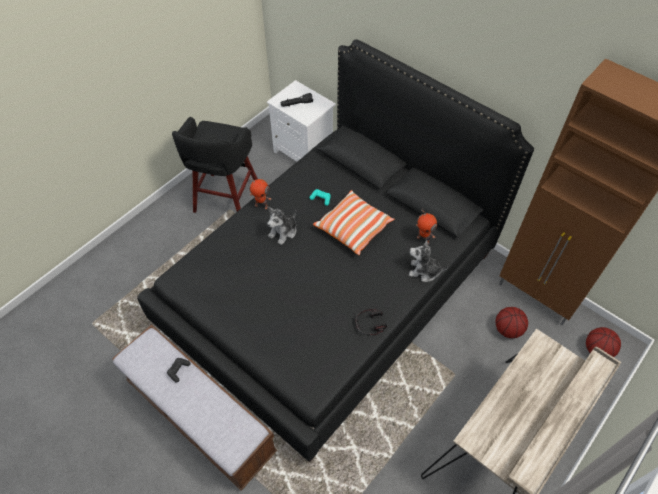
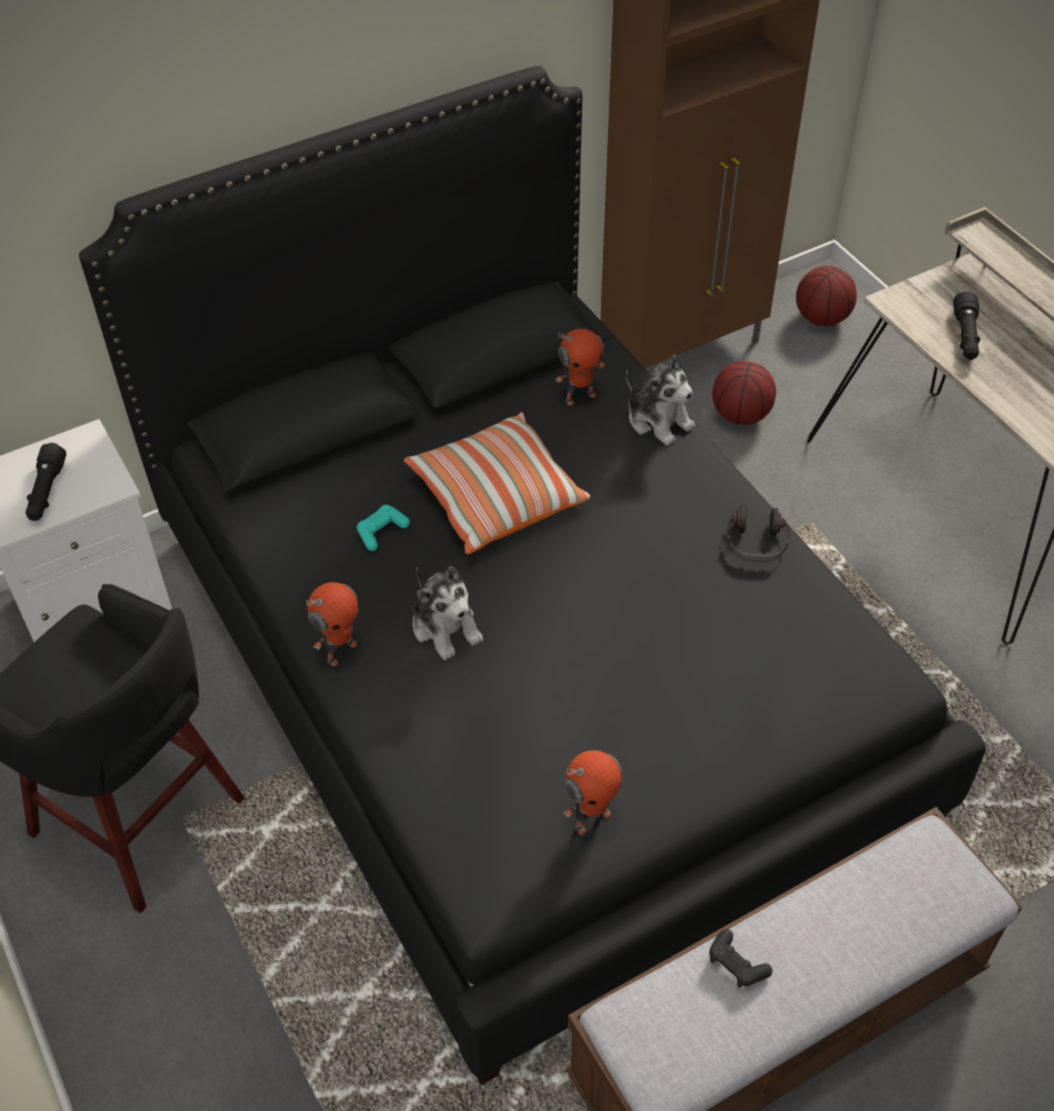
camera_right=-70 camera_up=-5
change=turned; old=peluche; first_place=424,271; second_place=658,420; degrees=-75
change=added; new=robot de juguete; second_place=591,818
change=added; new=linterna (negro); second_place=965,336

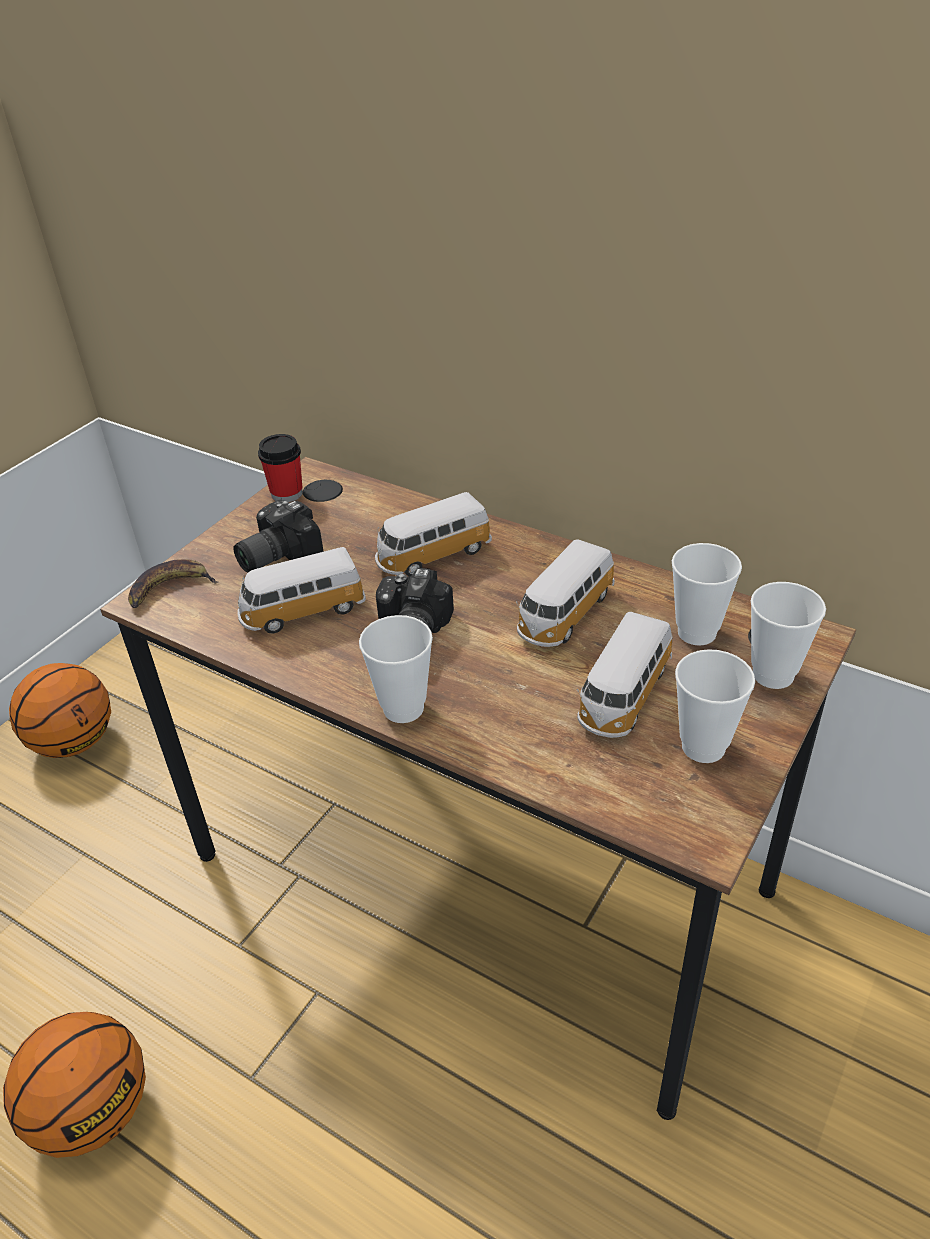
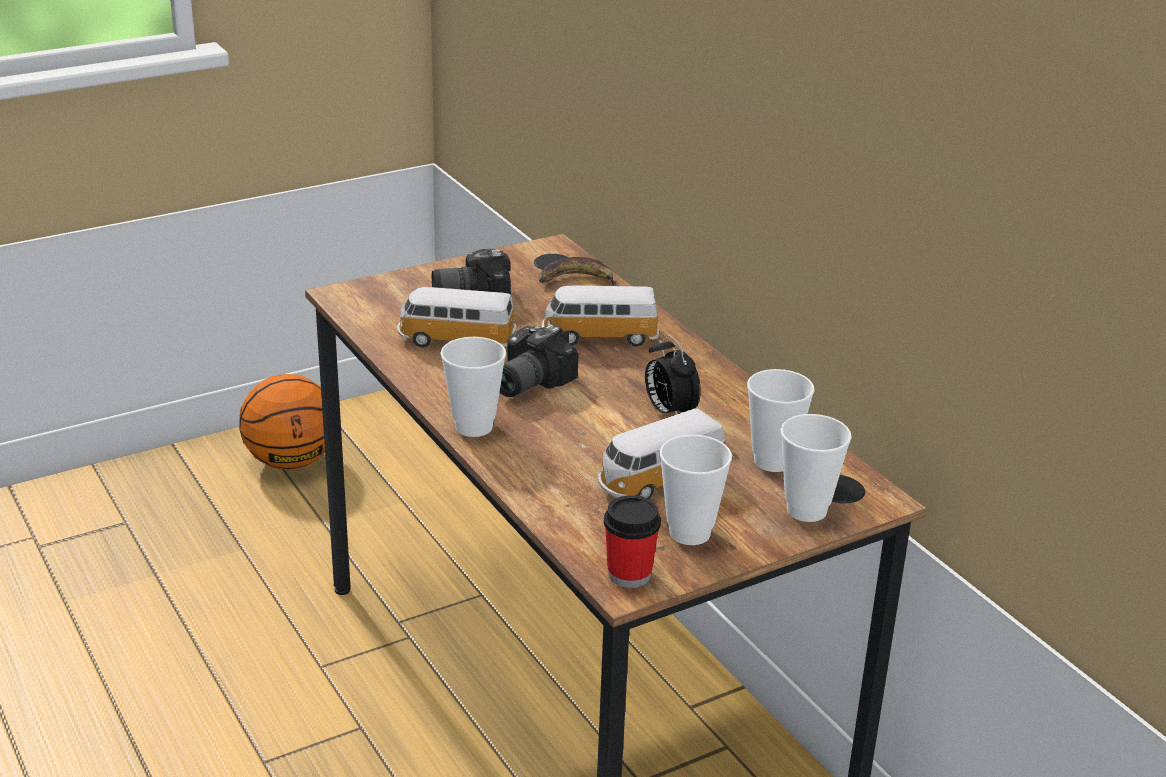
camera_right=25 camera_up=-10
change=removed; old=balón de baloncesto; first_place=94,1111
change=moved; old=plátano; first_place=169,589; second_place=576,280
change=moved; old=taza; first_place=287,493; second_place=629,574
change=replaced; old=coche de juguete; new=despertador; first_place=564,615; second_place=669,412

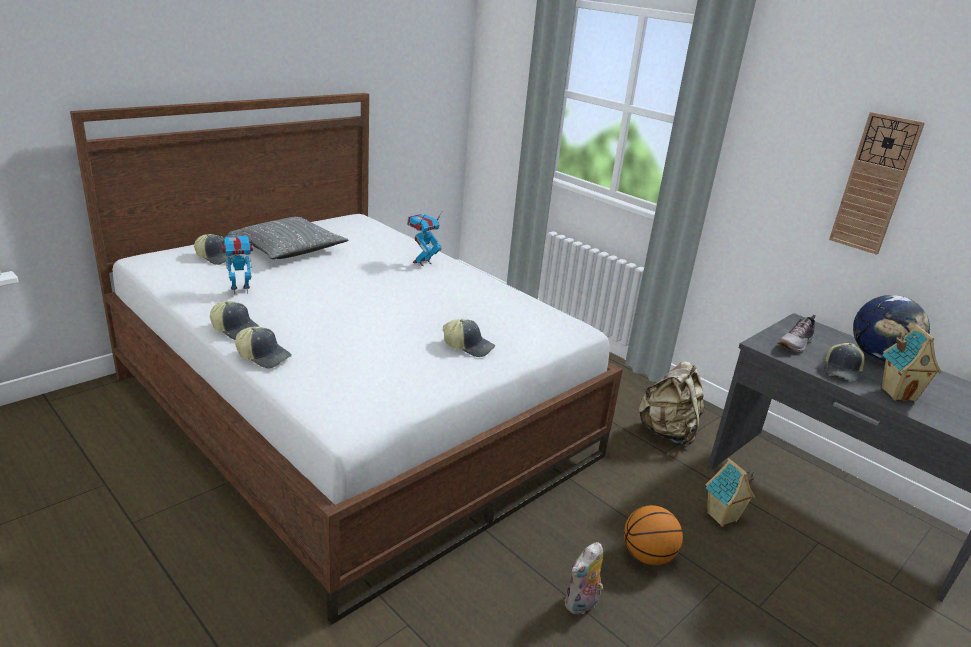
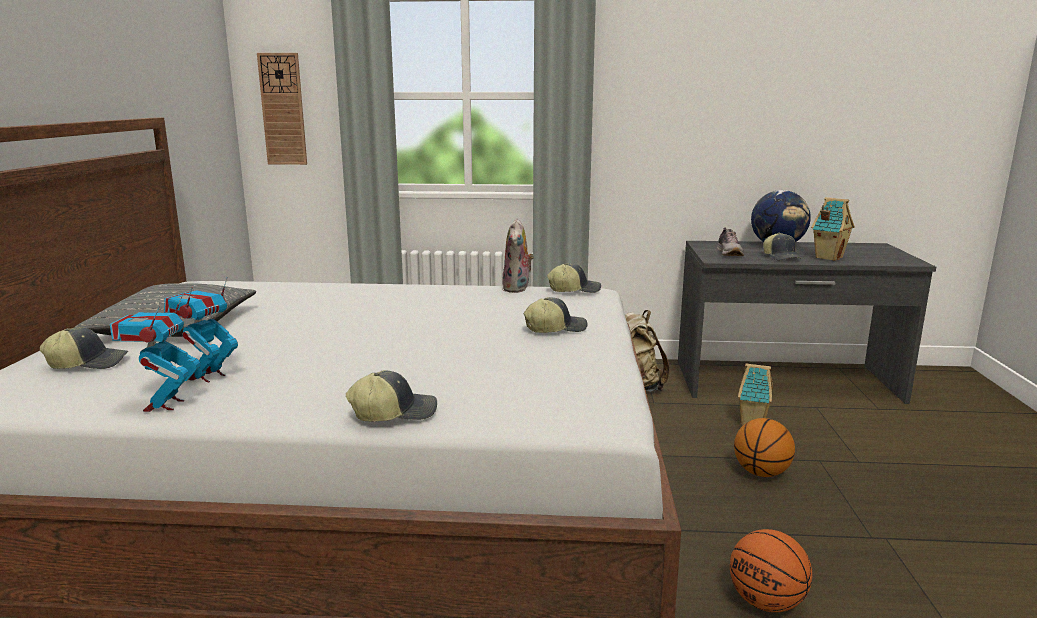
camera_right=-40 camera_up=-10
change=moved; old=gorra; first_place=236,329; second_place=574,290
change=moved; old=robot de juguete; first_place=422,262; second_place=164,405
change=moved; old=peluche; first_place=582,605; second_place=518,289
change=moved; old=reloj de pared; first_place=874,184; second_place=283,109
change=added; new=balón de baloncesto; second_place=766,602

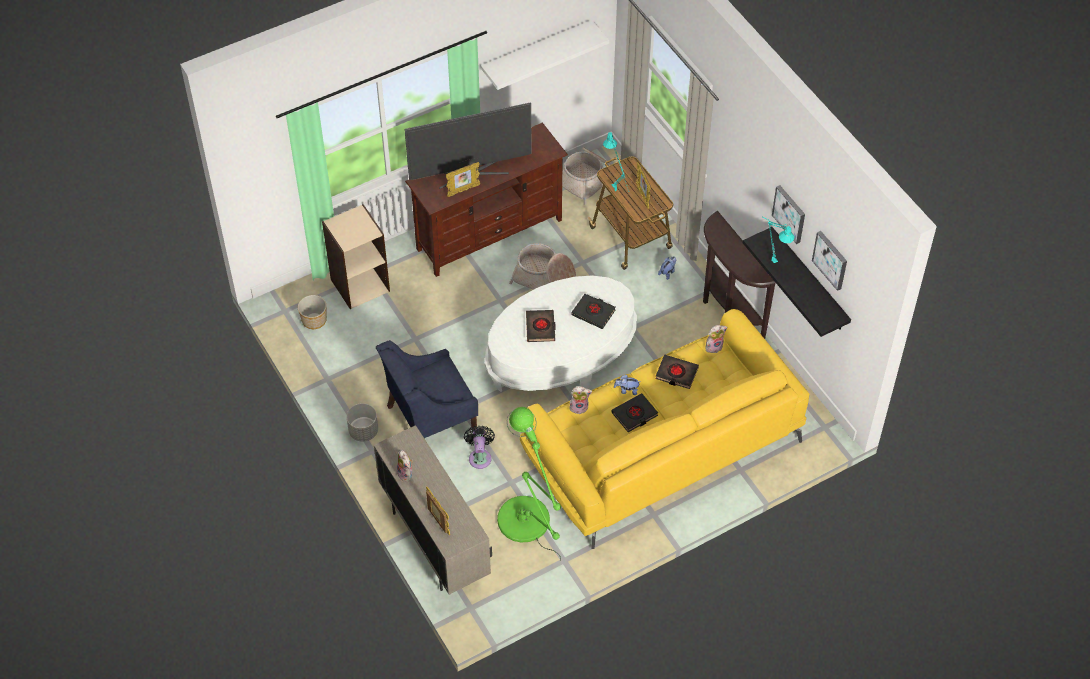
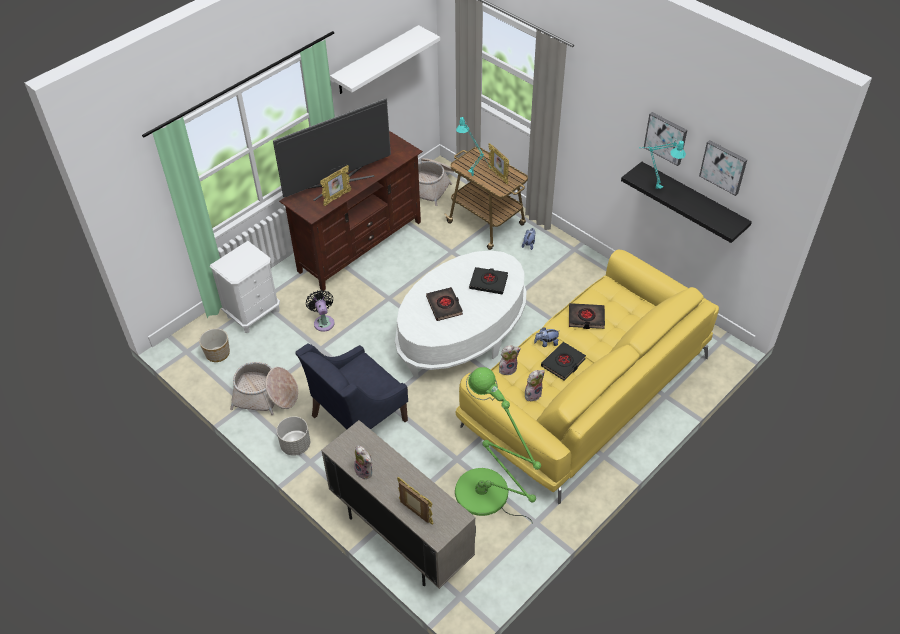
camera_right=-15 camera_up=-5
change=replaced; old=estantería (beis); new=mesita de noche (blanco); first_place=360,285; second_place=253,313
change=moved; old=ventilador (negro); first_place=480,456; second_place=323,321
change=moved; old=cesta; first_place=544,278; second_place=265,396
change=removed; old=mesa consola (marrón); first_place=726,310
change=moved; old=peluche; first_place=714,346; second_place=533,394

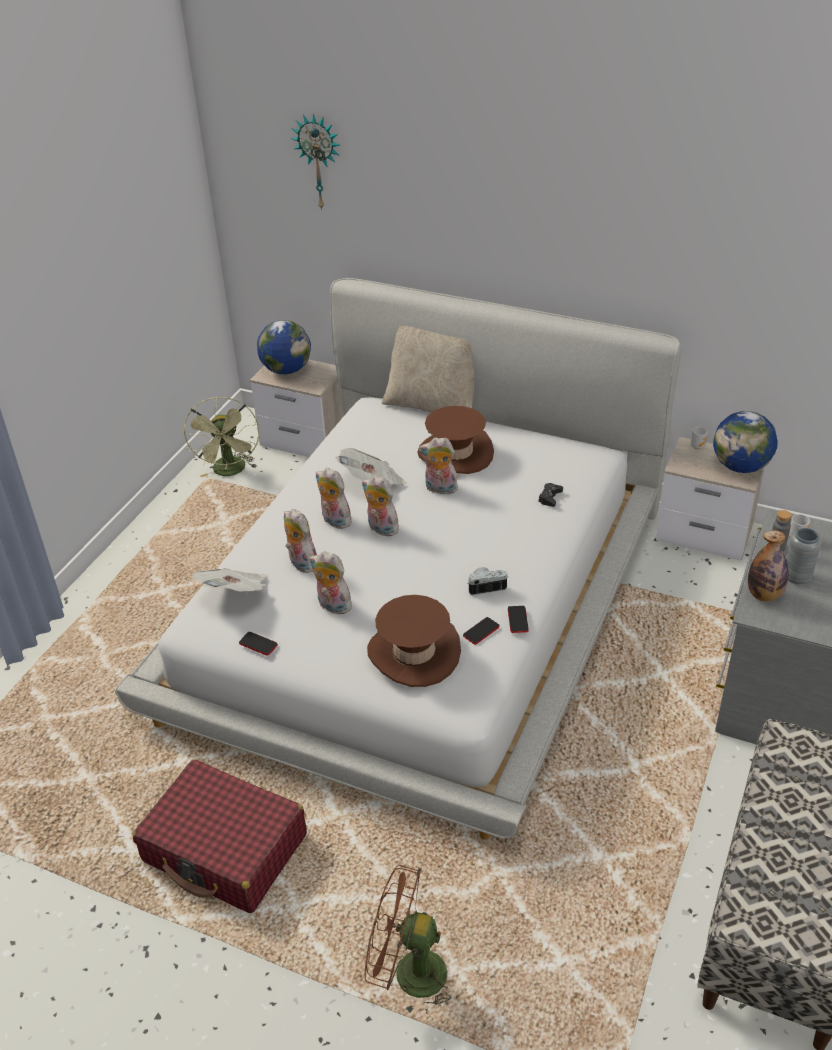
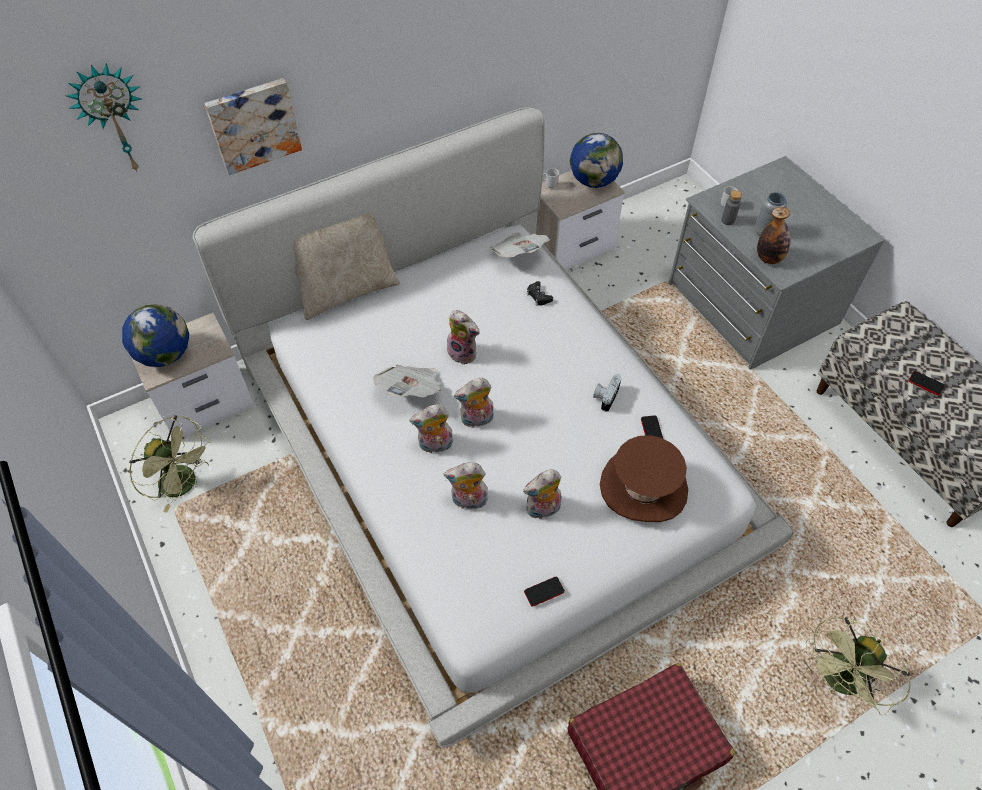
camera_right=-55 camera_up=15
change=moved; old=periódico; first_place=235,593; second_place=519,255
change=recoloured; old=ventilador (marrón); new=ventilador (verde); first_place=408,974; second_place=839,682
change=removed; old=sombrero (marrón); first_place=455,453
change=turned; old=peluche; first_place=439,489; second_place=464,353; degrees=-105
change=moved; old=móvil; first_place=518,620; second_place=926,383
change=added; new=cuadro; second_place=253,124

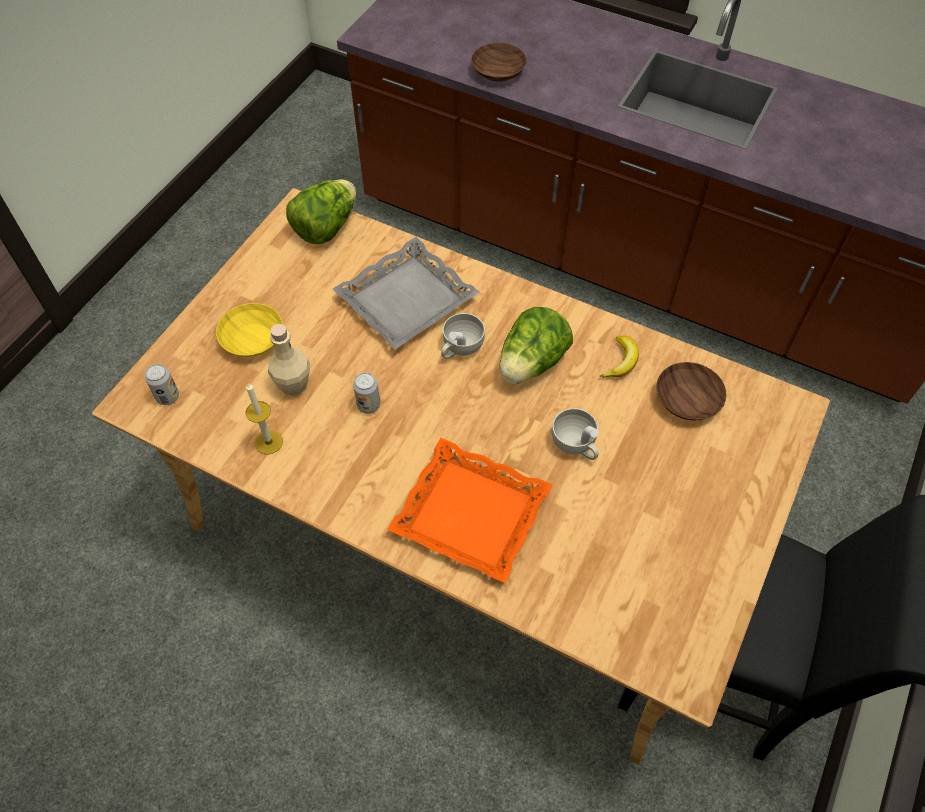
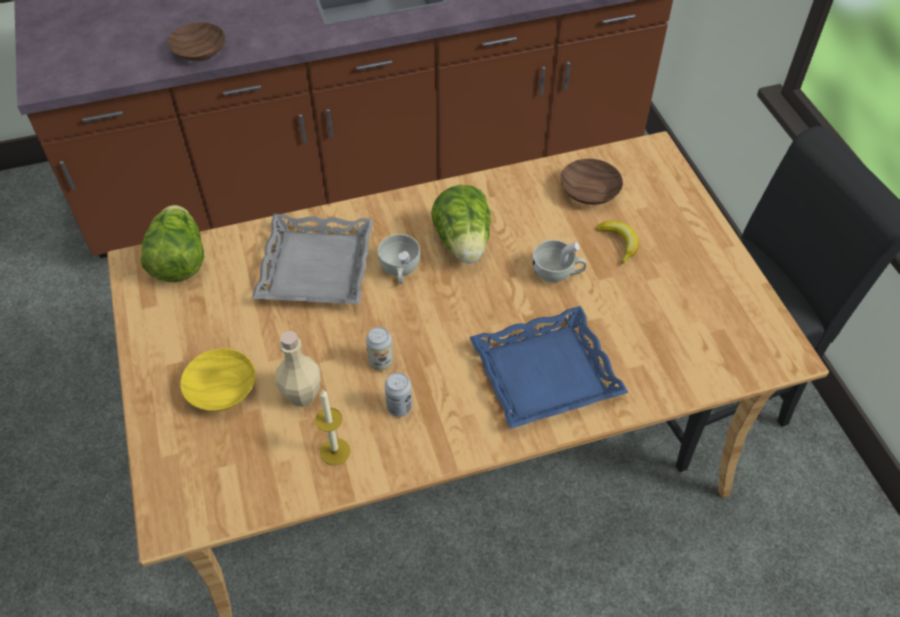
camera_right=-45 camera_up=-5
change=moved; old=lata; first_place=168,397; second_place=399,407
change=recoloured; old=bandeja (naranja); new=bandeja (azul); first_place=470,515; second_place=546,374
change=moved; old=plátano; first_place=621,361; second_place=619,243

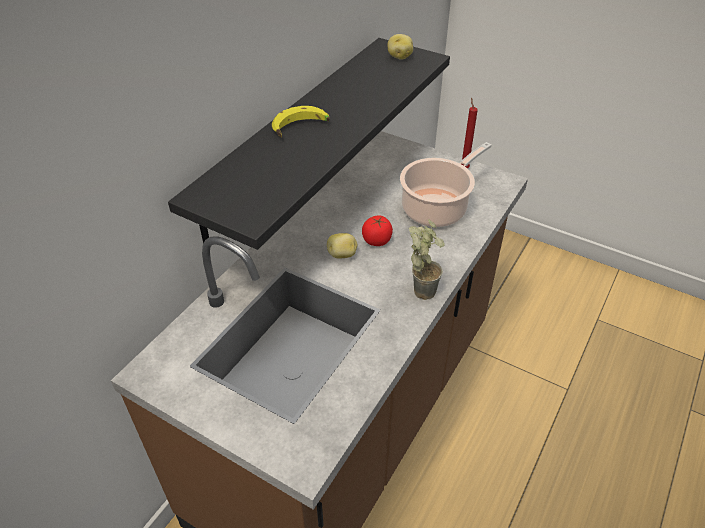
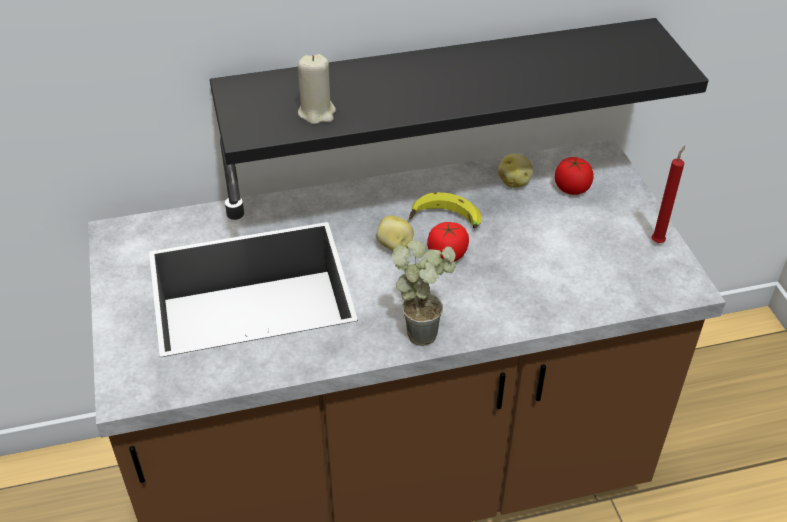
camera_right=45 camera_up=0
change=moved; old=plátano; first_place=301,129; second_place=445,221
change=moved; old=patata; first_place=399,57; second_place=514,182
change=removed; old=olla; first_place=437,207
change=added; new=vela (beis); second_place=317,113
change=added; new=tomate; second_place=572,188

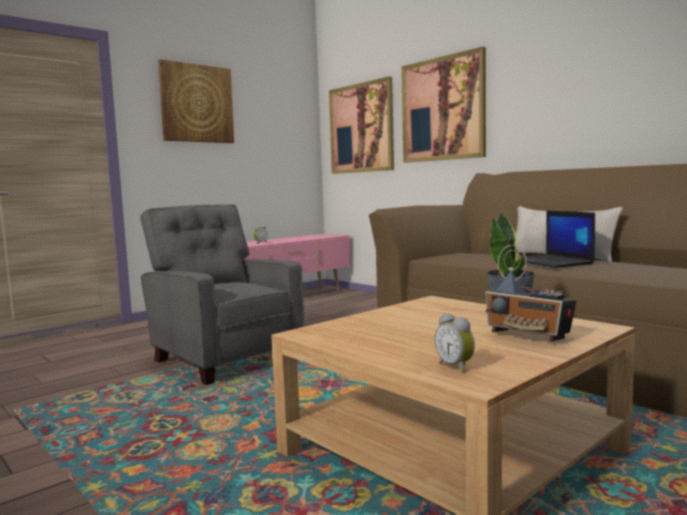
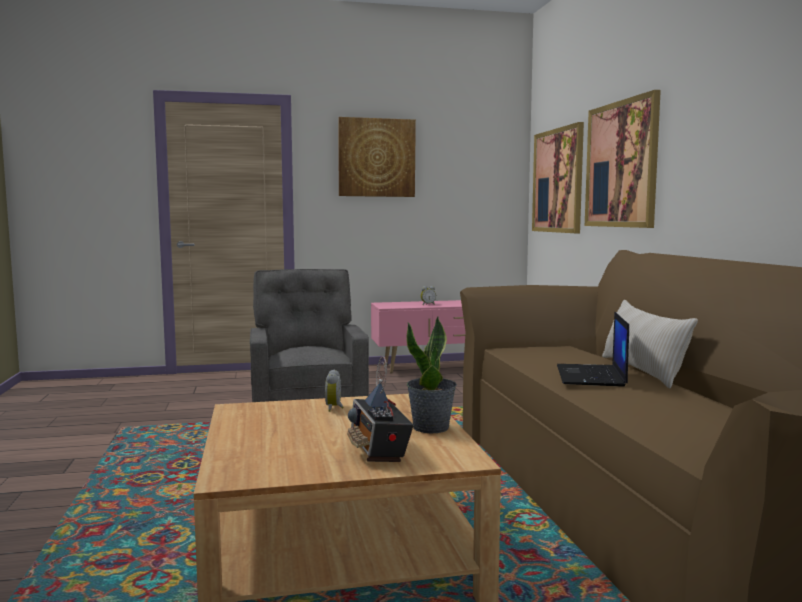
camera_right=30 camera_up=0
change=moved; old=despertador; first_place=456,367; second_place=335,408

